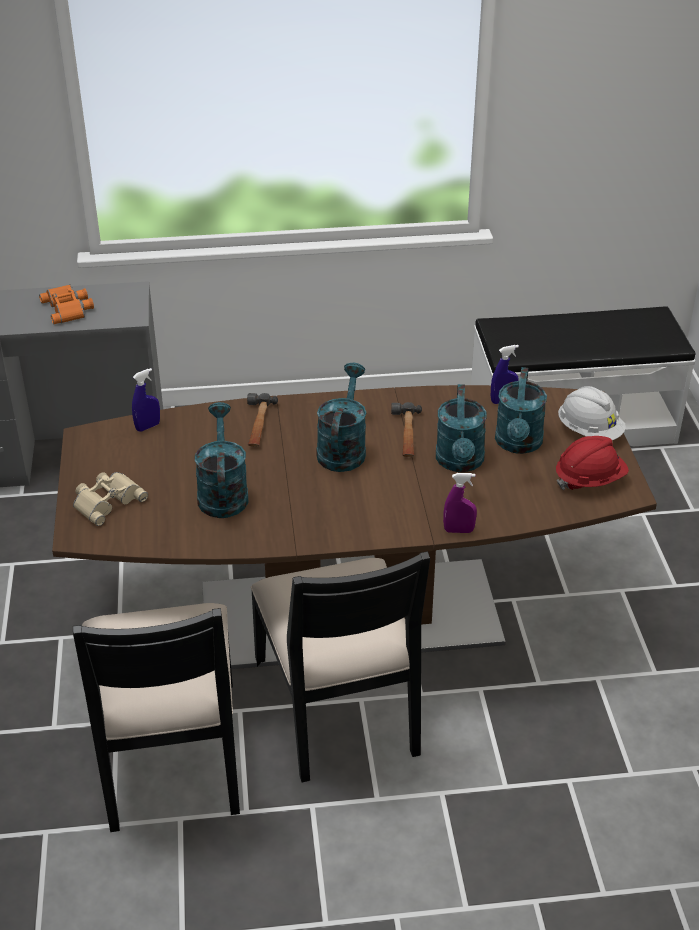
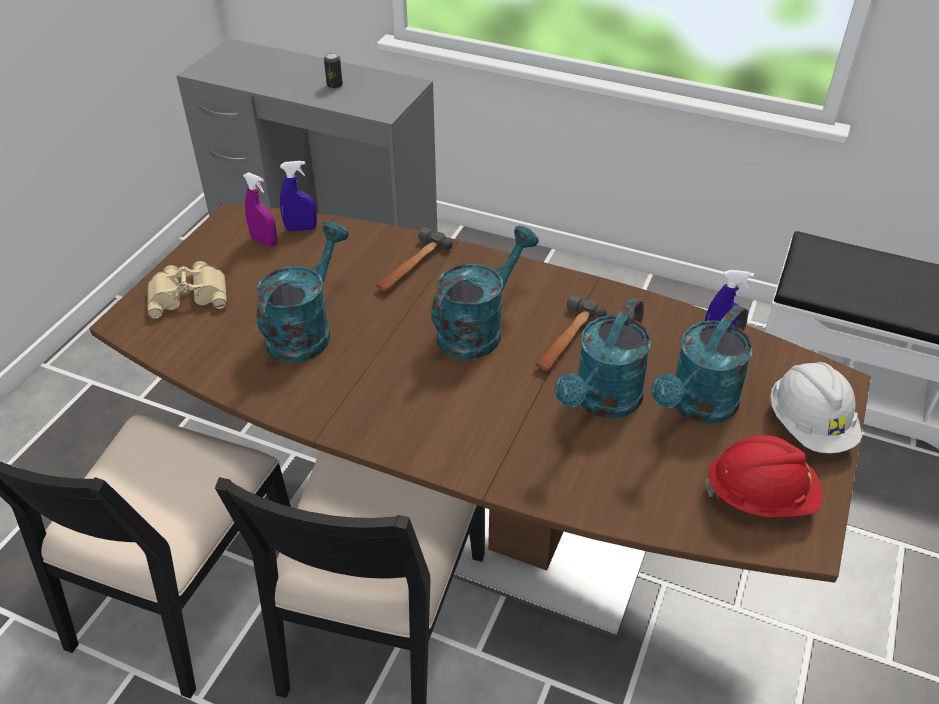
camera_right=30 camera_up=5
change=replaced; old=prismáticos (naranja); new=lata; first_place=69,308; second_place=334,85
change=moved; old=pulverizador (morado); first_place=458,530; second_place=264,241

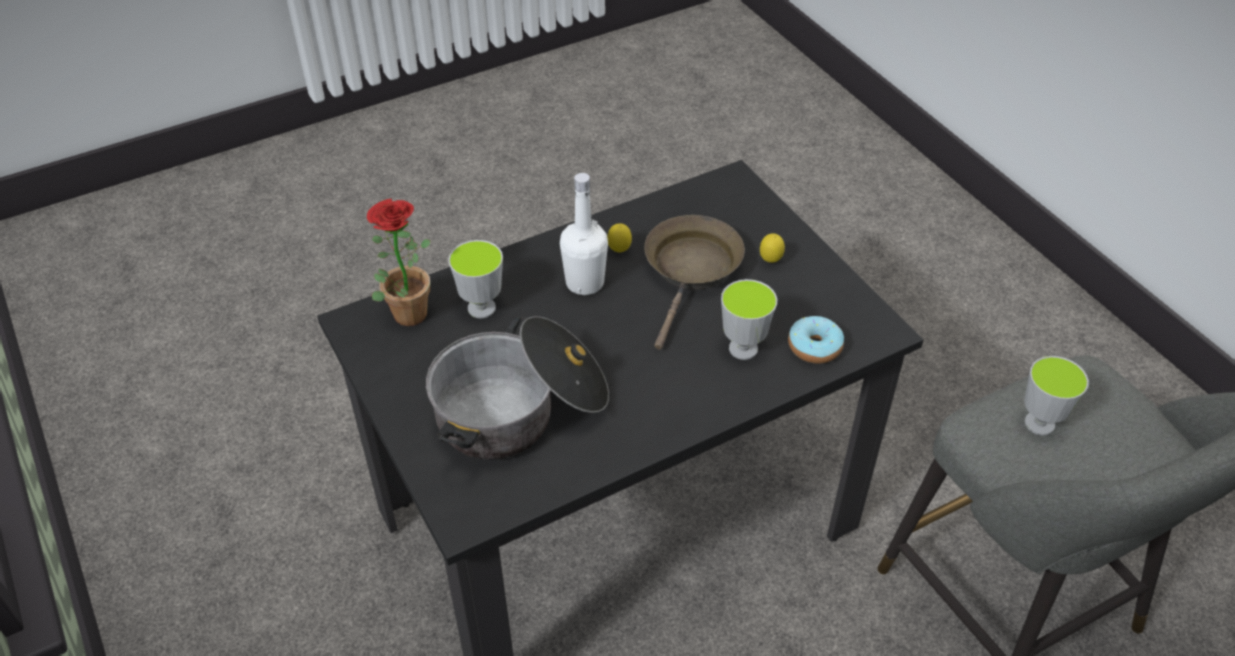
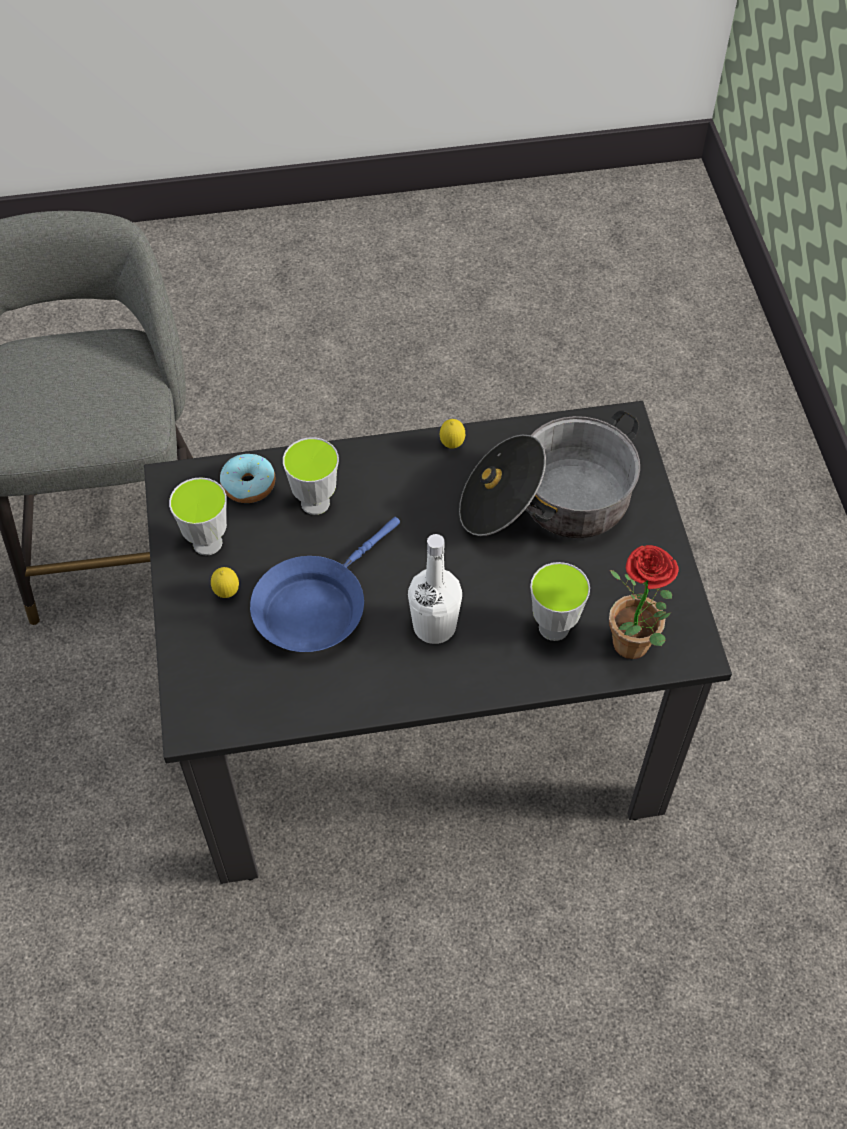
camera_right=-160 camera_up=10
change=moved; old=limón; first_place=619,251; second_place=452,445
change=recoloured; old=sartén (marrón); new=sartén (azul); first_place=691,270; second_place=315,607
change=moved; old=taza; first_place=1039,424; second_place=207,543

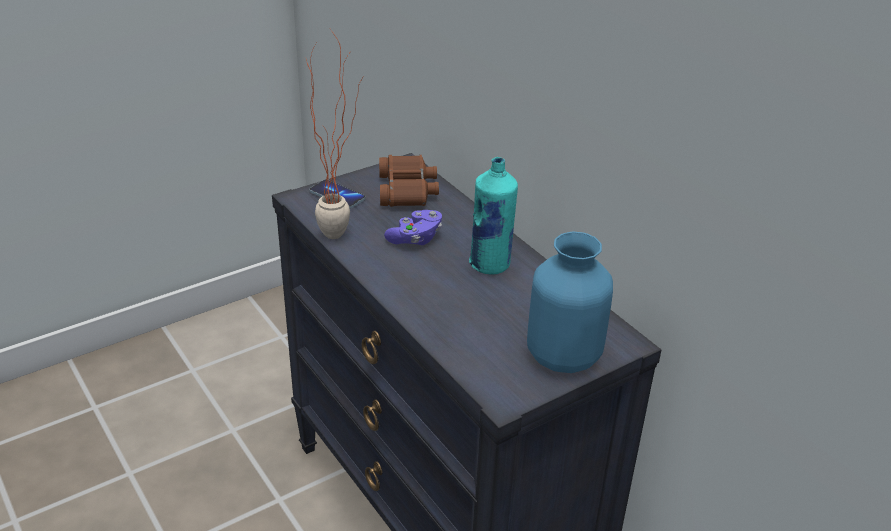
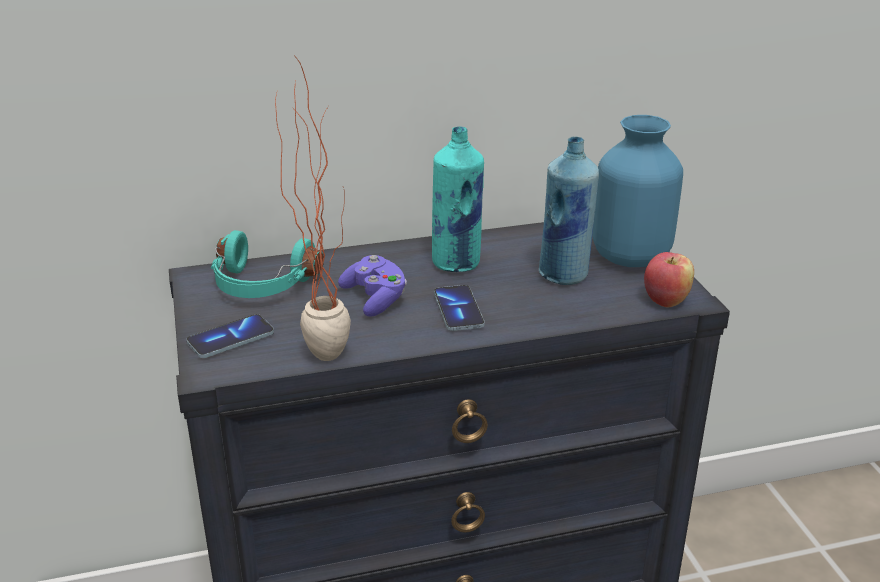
camera_right=-70 camera_up=-5
change=replaced; old=prismáticos (marrón); new=auriculares (turquesa); first_place=408,190; second_place=261,285
change=added; new=móvil; second_place=458,310
change=added; new=botella (azul); second_place=564,275
change=added; new=manzana; second_place=665,300

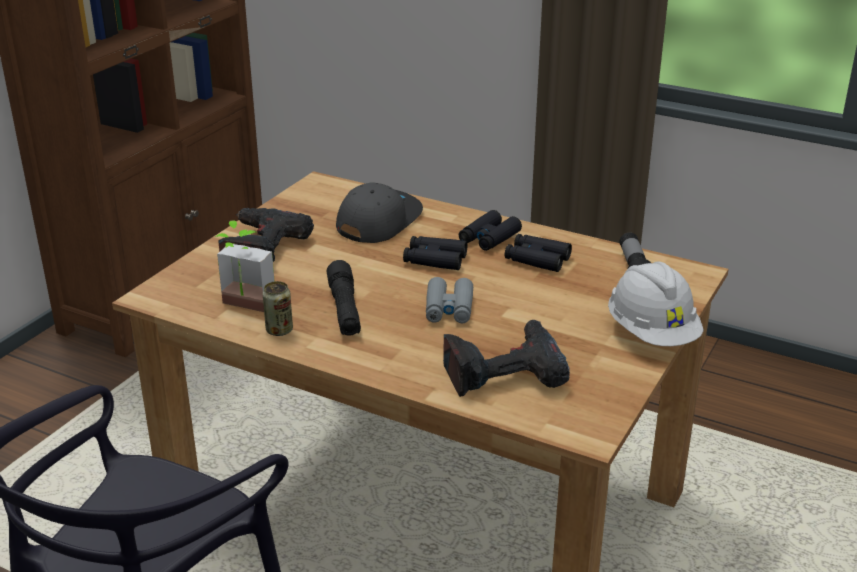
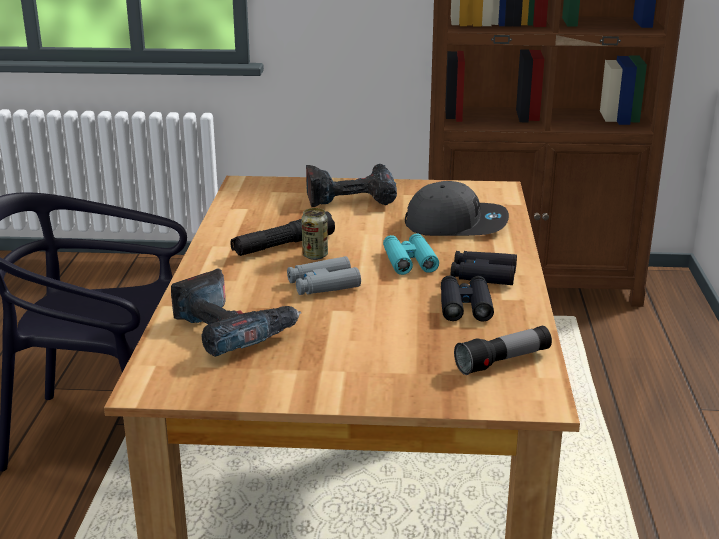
camera_right=65 camera_up=-5
change=removed; old=planta en maceta; first_place=244,307
change=moved; old=lata; first_place=279,330; second_place=315,255
change=recoloured; old=prismáticos (negro); new=prismáticos (turquesa); first_place=435,259; second_place=409,261
change=removed; old=casco (blanco); first_place=652,333

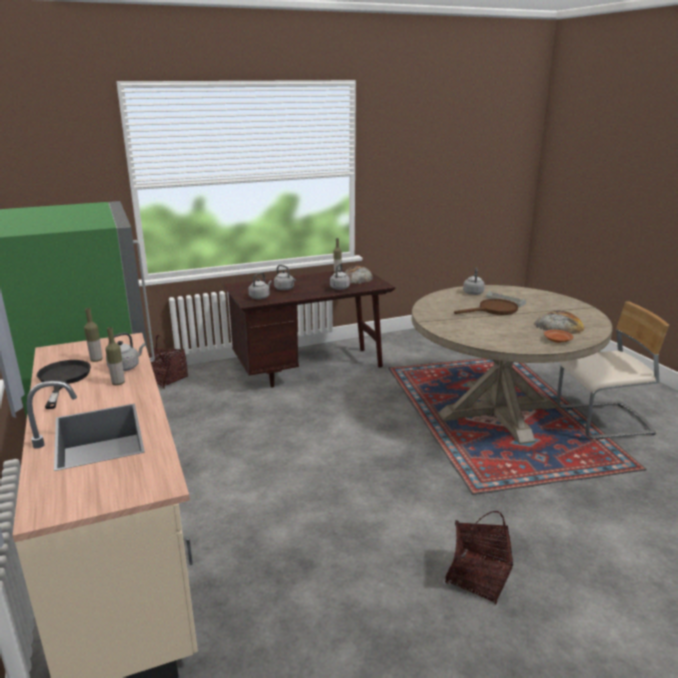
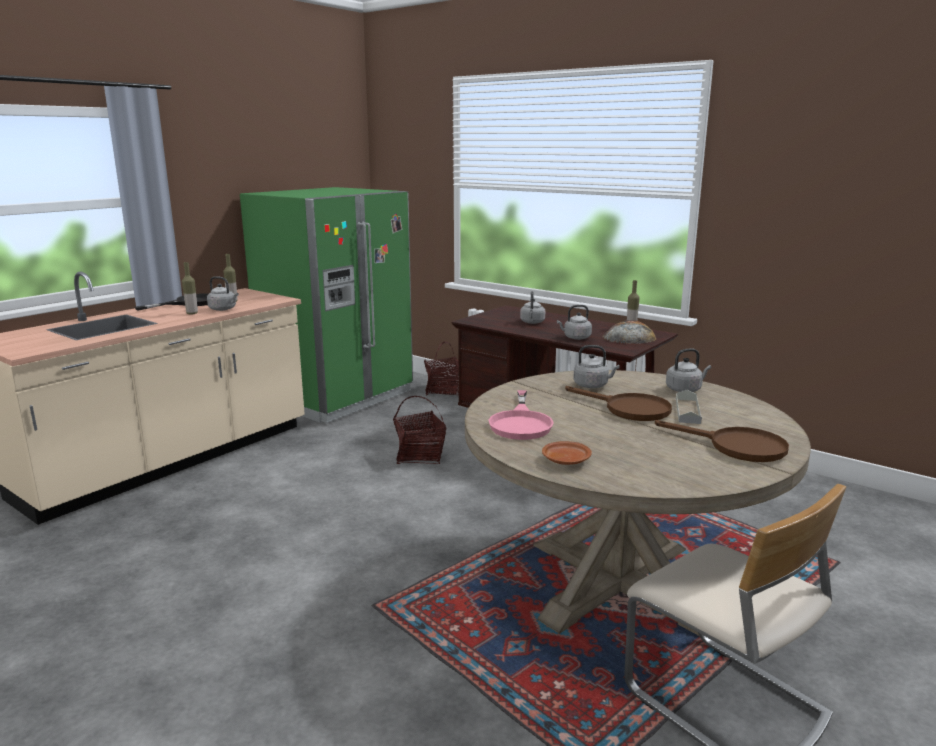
camera_right=60 camera_up=-5
change=moved; old=hervidor (gris); first_place=260,297; second_place=592,385
change=moved; old=cesta; first_place=478,577; second_place=419,455
change=removed; old=pan; first_place=559,326
change=added; new=sartén (rosa); second_place=521,423
change=added; new=sartén (marrón); second_place=736,447

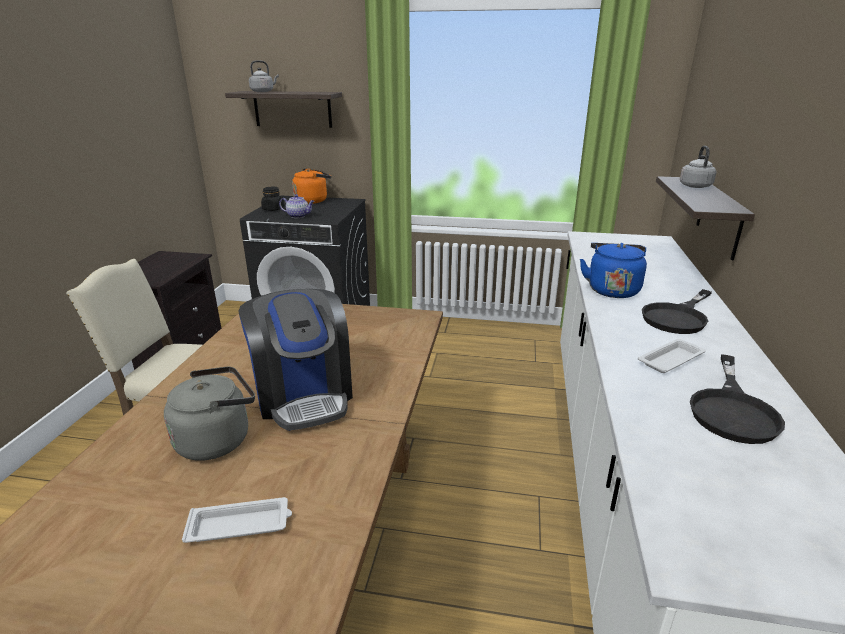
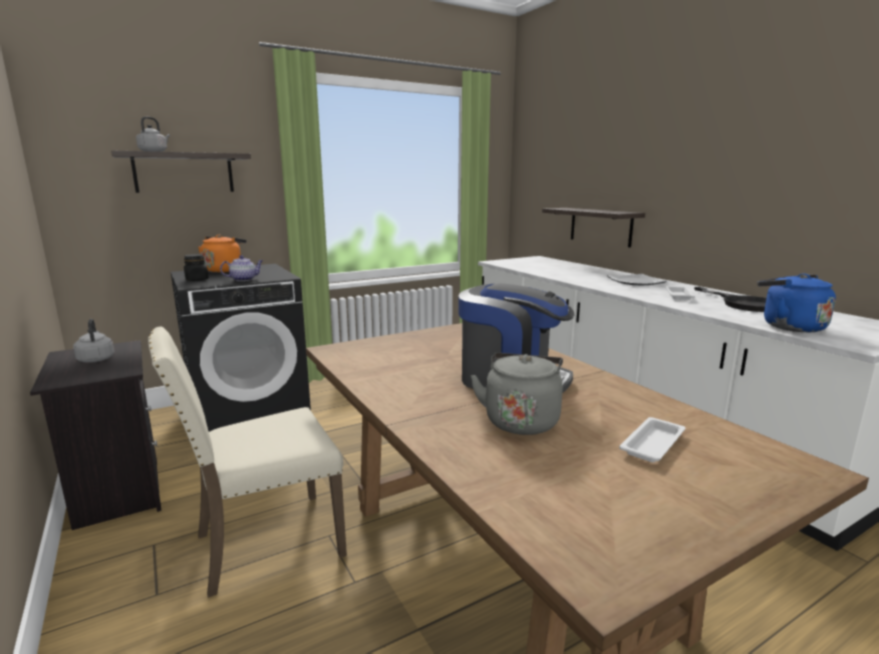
camera_right=-40 camera_up=-10
change=moved; old=hervidor (azul); first_place=612,289; second_place=788,326
change=replaced; old=sartén (negro); new=plato; first_place=678,317; second_place=636,282
change=moved; old=hervidor (gris); first_place=694,186; second_place=96,359

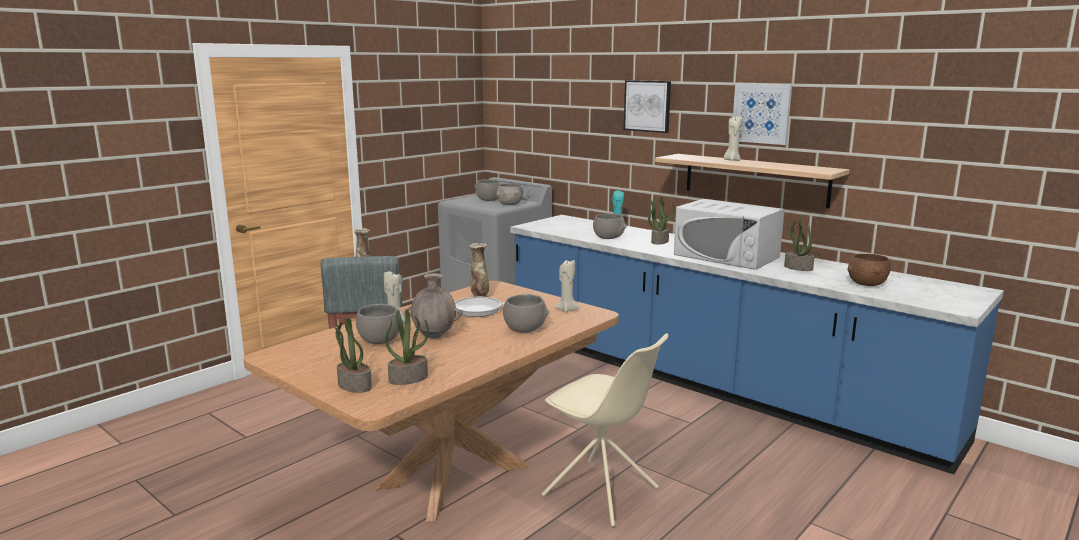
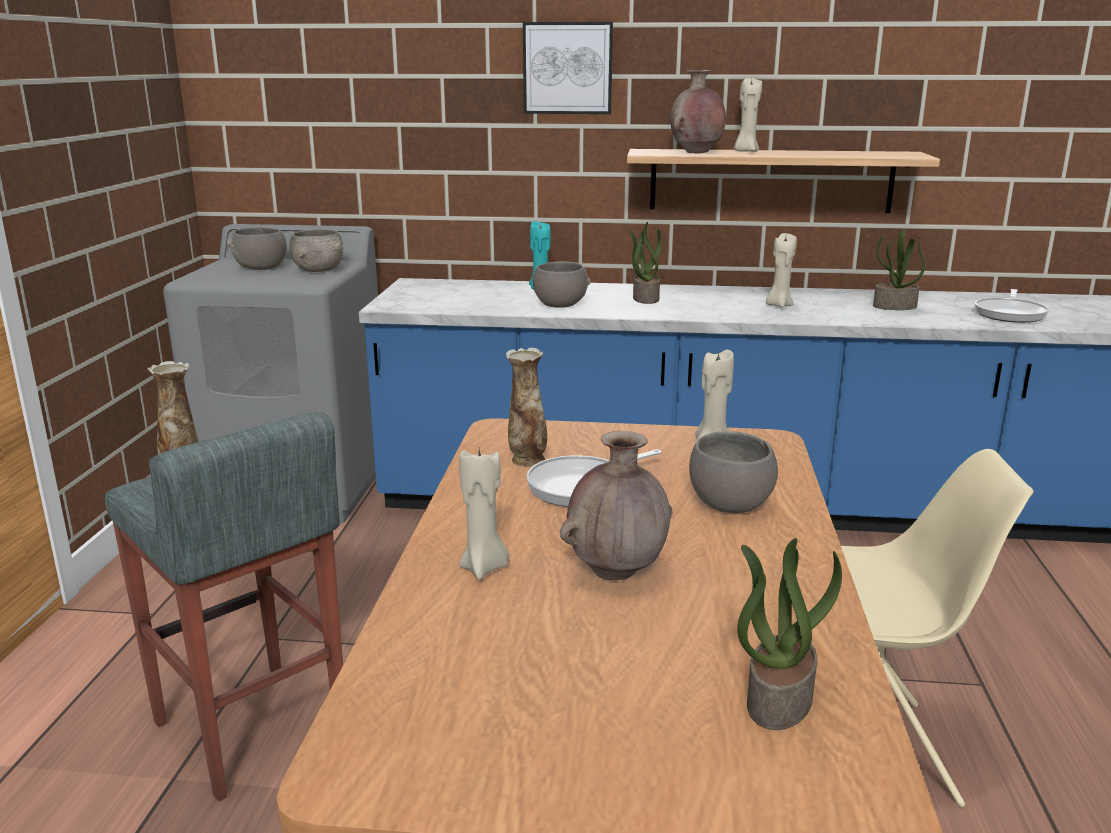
camera_right=-35 camera_up=5
change=removed; old=planta en maceta; first_place=354,386
change=removed; old=cuenco (gris); first_place=379,340
change=replaced; old=microondas (blanco); new=vela (beis); first_place=726,256; second_place=778,305
change=removed; old=cuadro; first_place=761,113
change=replaced; old=cuenco (marrón); new=sartén; first_place=867,284; second_place=1010,314
change=added; new=florero (marrón); second_place=696,153

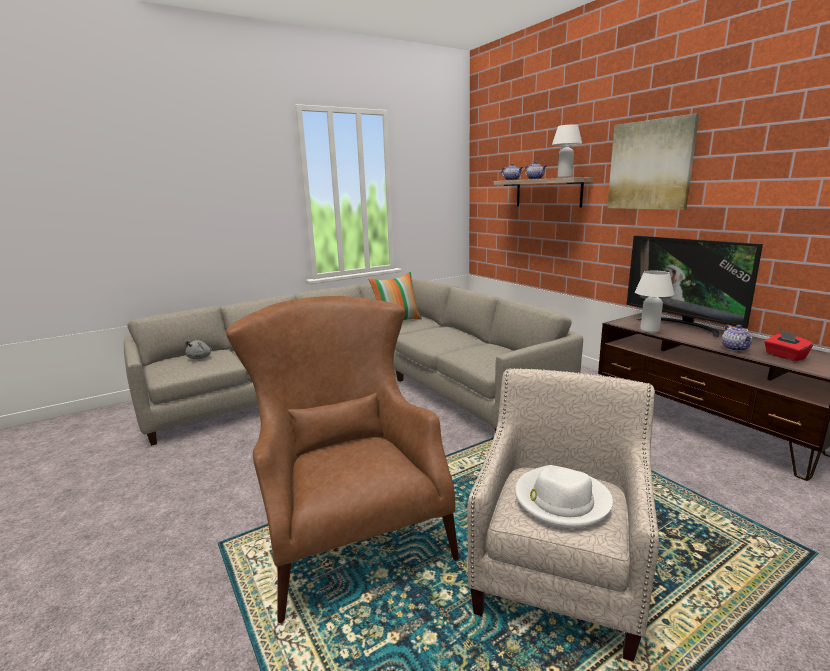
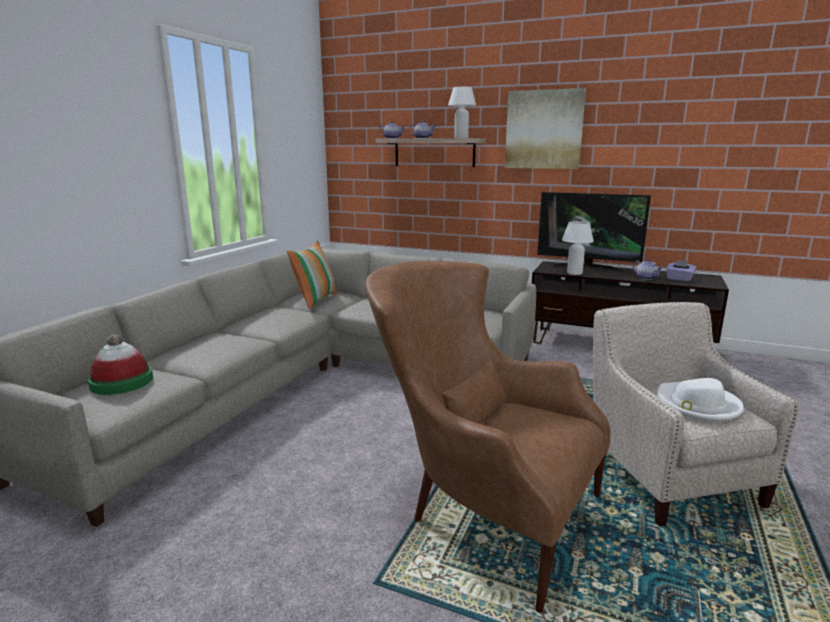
camera_right=-35 camera_up=0
change=replaced; old=peluche (gris); new=sombrero; first_place=200,358; second_place=122,382
change=recoloured; old=caja de pañuelos (rojo); new=caja de pañuelos (morado); first_place=784,356; second_place=679,279

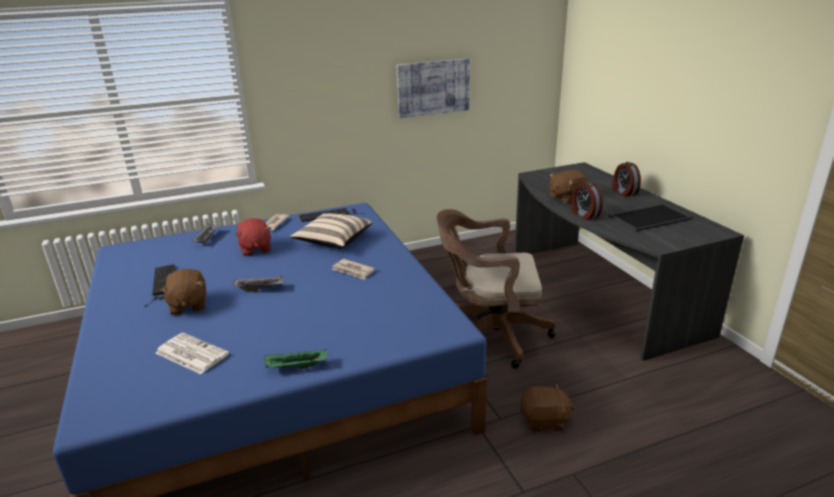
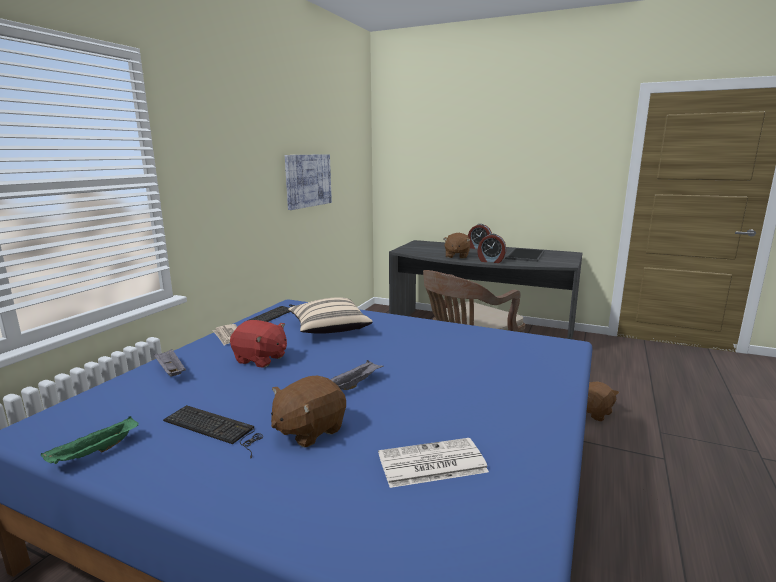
camera_right=-45 camera_up=-10
change=turned; old=peluche (marrón); first_place=188,305; second_place=309,430; degrees=105
change=moved; old=bandeja (verde); first_place=296,367; second_place=95,453
change=removed; old=periódico; first_place=353,271

